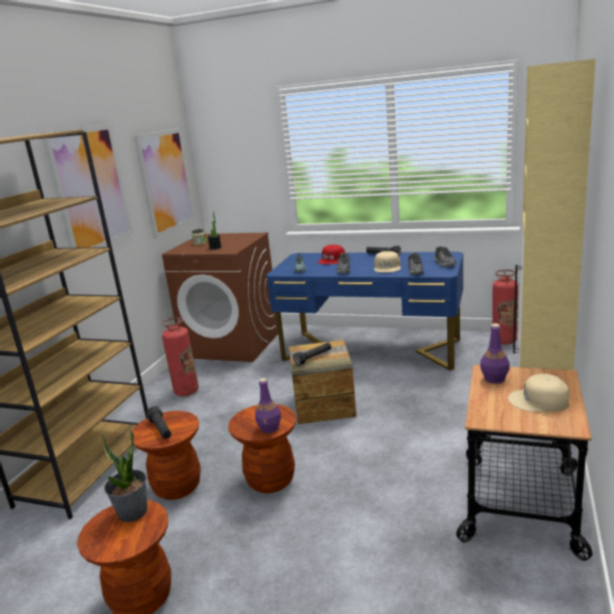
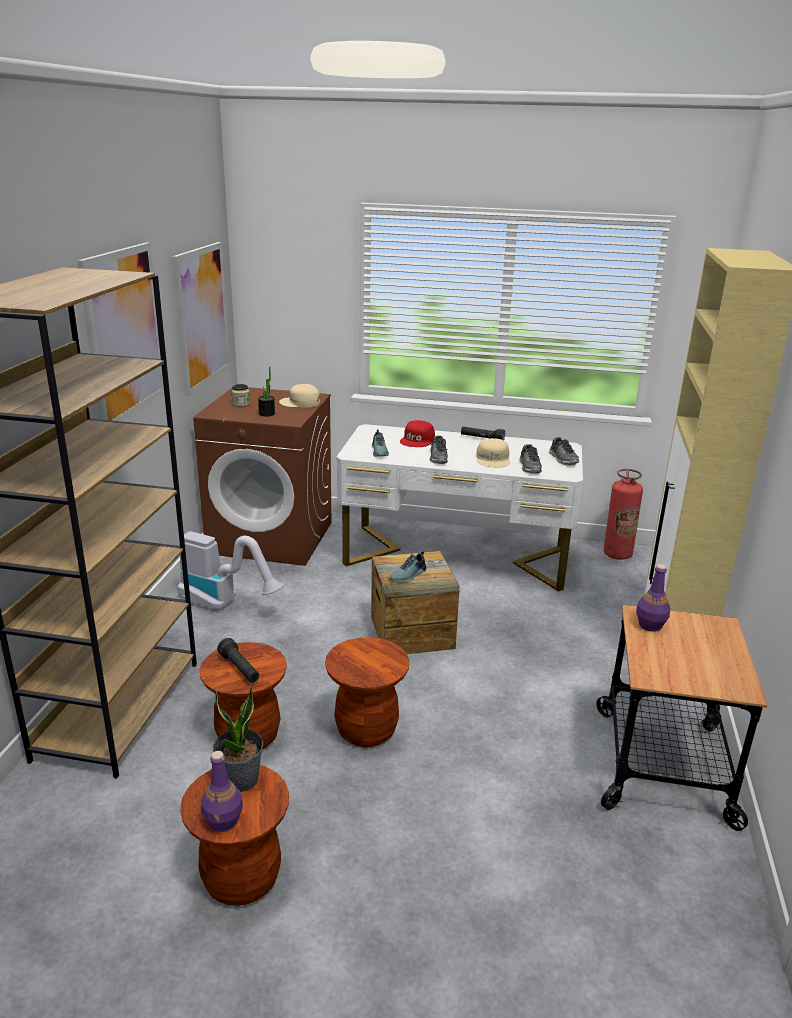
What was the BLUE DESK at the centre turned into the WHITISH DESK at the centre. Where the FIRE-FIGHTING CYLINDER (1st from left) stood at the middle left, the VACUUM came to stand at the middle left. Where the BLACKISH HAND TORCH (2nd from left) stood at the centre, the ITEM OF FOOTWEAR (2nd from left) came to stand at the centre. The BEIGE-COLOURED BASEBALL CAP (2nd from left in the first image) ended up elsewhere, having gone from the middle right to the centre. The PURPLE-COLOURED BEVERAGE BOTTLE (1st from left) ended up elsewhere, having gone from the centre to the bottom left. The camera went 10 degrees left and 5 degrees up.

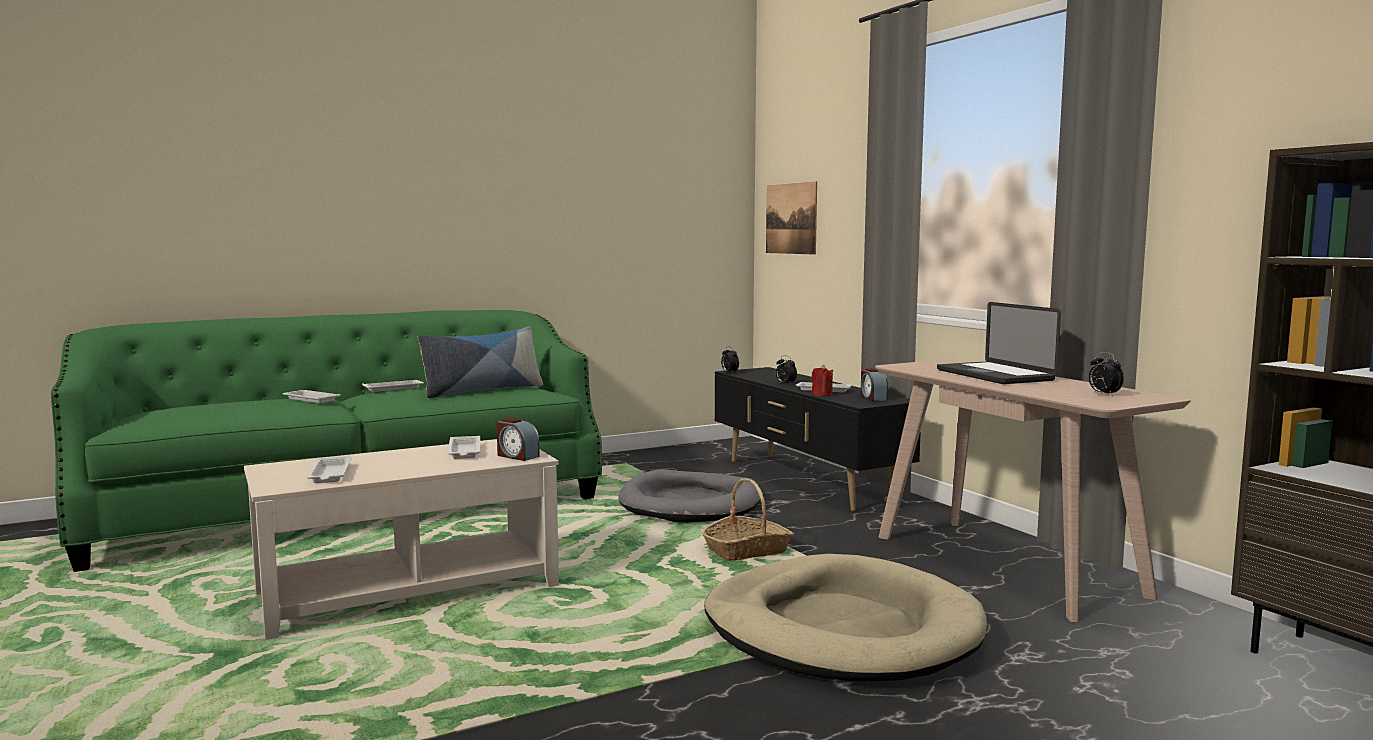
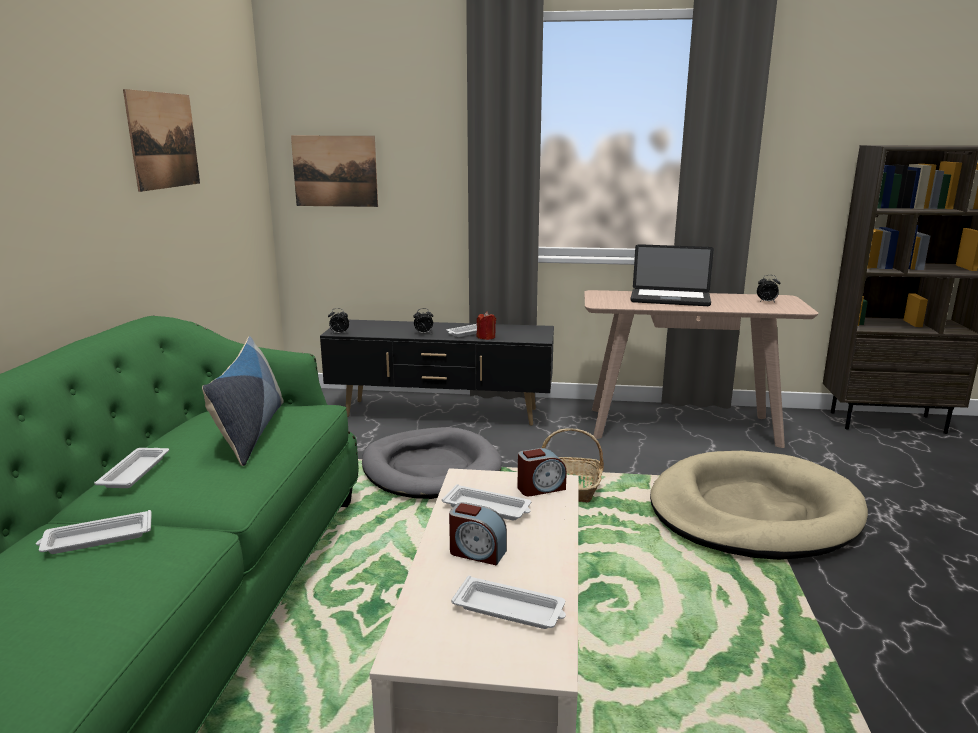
The BEDSIDE CLOCK (4th from left in the first image) ended up elsewhere, having gone from the centre to the bottom centre. The second view gained the PICTURE (1st from left) at the top left. The camera went 55 degrees left and 10 degrees up.

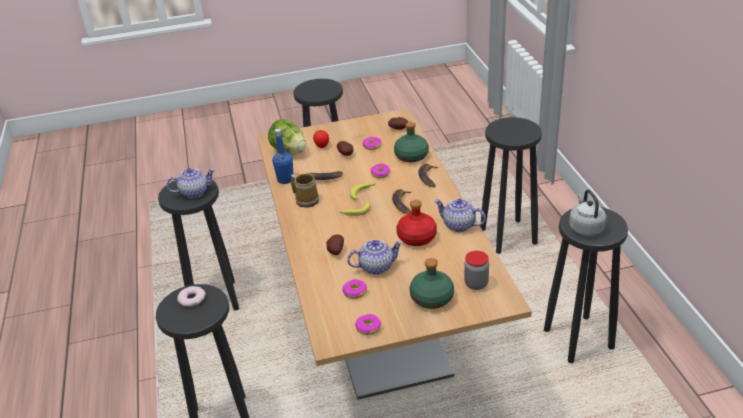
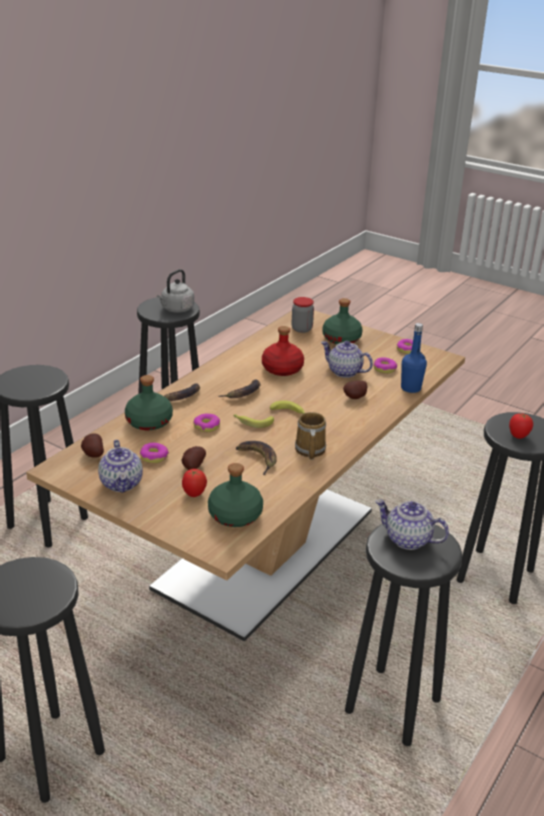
Where the LETTUCE stood at the top centre, the GREEN BEVERAGE BOTTLE (2nd from left) came to stand at the centre. The BLUE BEVERAGE BOTTLE ended up elsewhere, having gone from the centre to the middle right. The TEAPOT (3rd from left in the first image) ended up elsewhere, having gone from the centre to the middle left. Where the DONUT (1st from left) stood at the bottom left, the TOMATO (2nd from left) came to stand at the middle right. The camera went 135 degrees left and 5 degrees down.

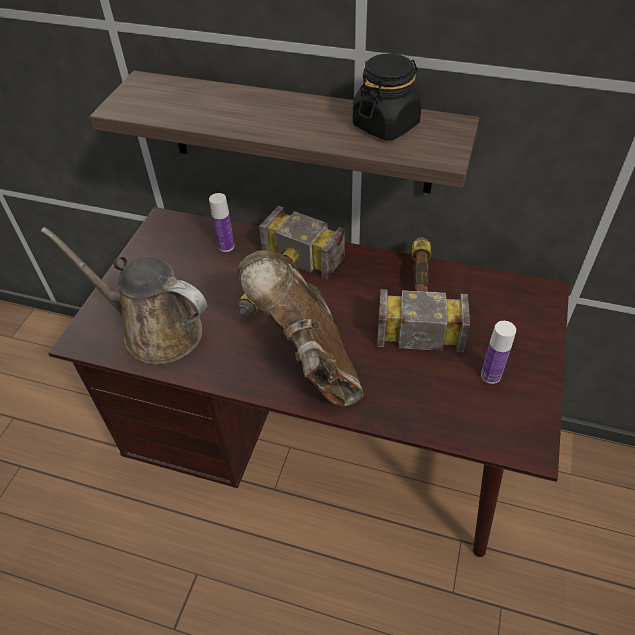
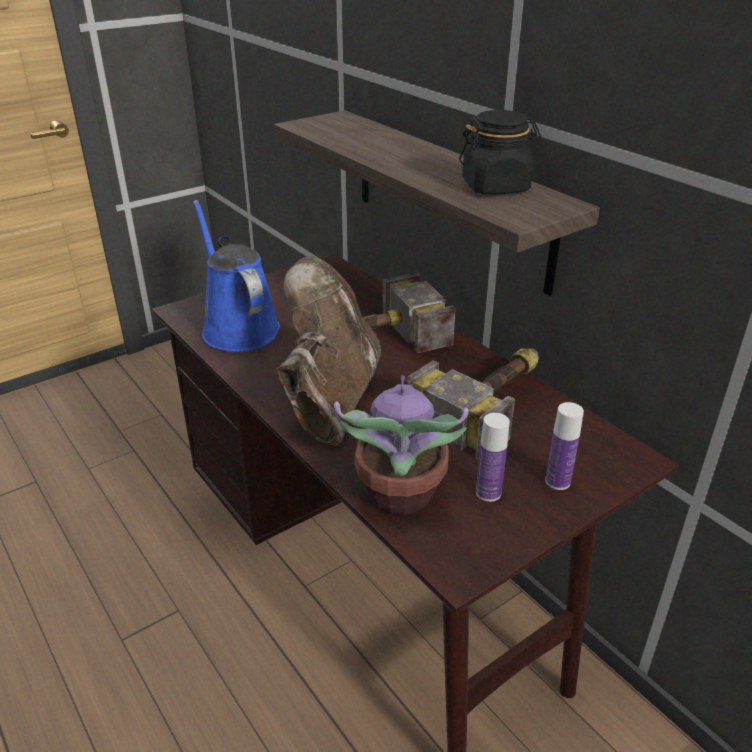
The BEVERAGE BOTTLE (1st from left in the first image) ended up elsewhere, having gone from the centre to the middle right. What was the BROWNISH SPRINKLING CAN at the middle left turned into the BLUE SPRINKLING CAN at the middle left. The second view gained the PLANT IN A POT at the centre. The camera went 35 degrees right and 15 degrees down.

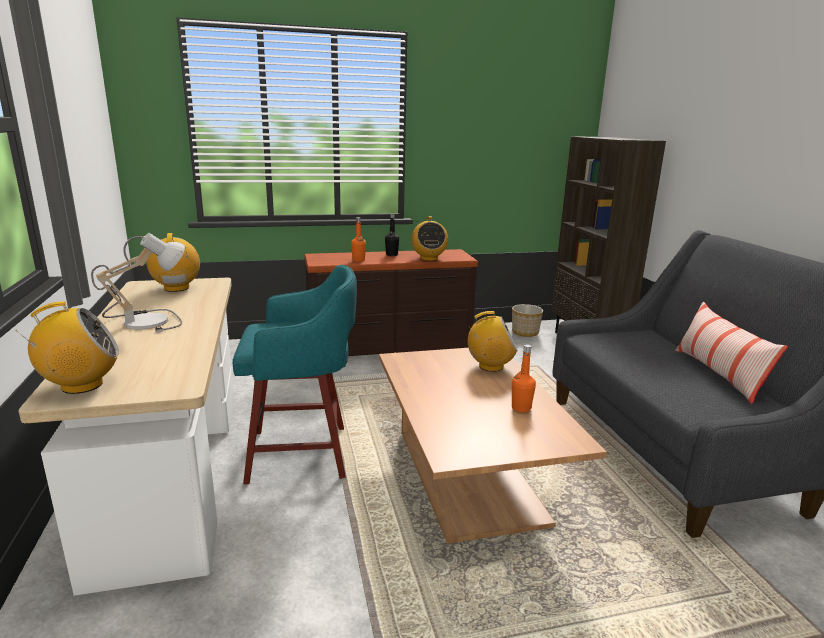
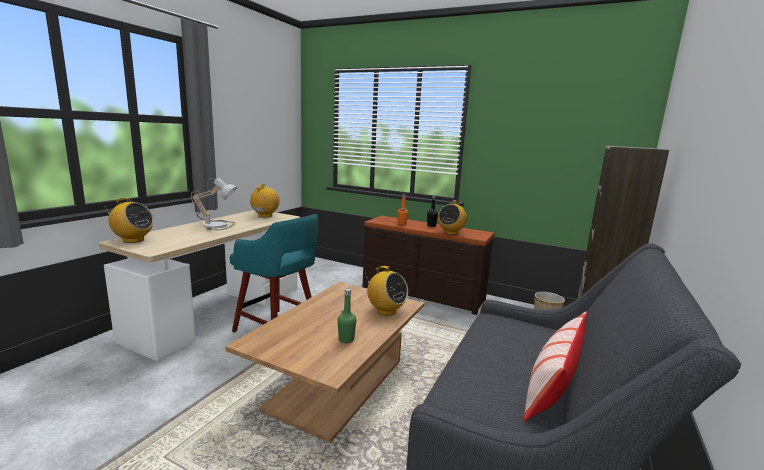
What was the ORANGEY BEVERAGE BOTTLE (2nd from left) at the centre turned into the GREEN BEVERAGE BOTTLE at the bottom centre. The camera went 40 degrees right and 5 degrees down.

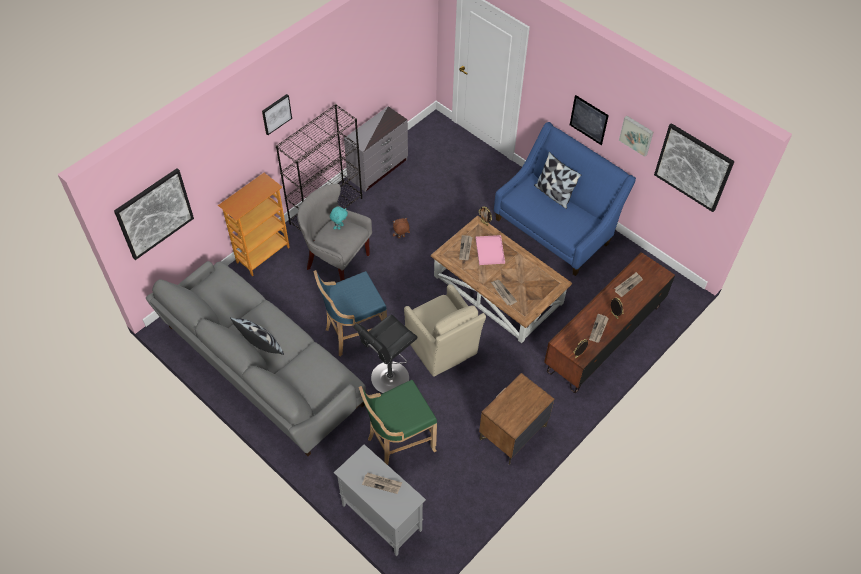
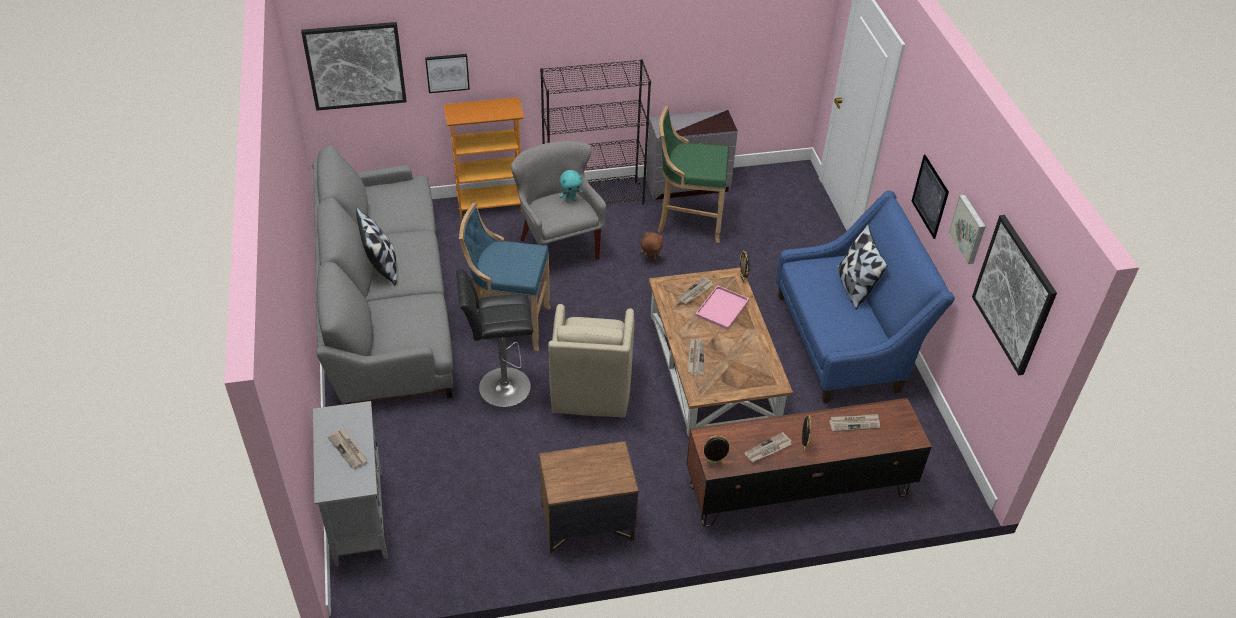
The PICTURE (2nd from left) ended up elsewhere, having gone from the top left to the top centre. The GREEN STOOL ended up elsewhere, having gone from the bottom centre to the top centre. The camera went 35 degrees right and 10 degrees down.

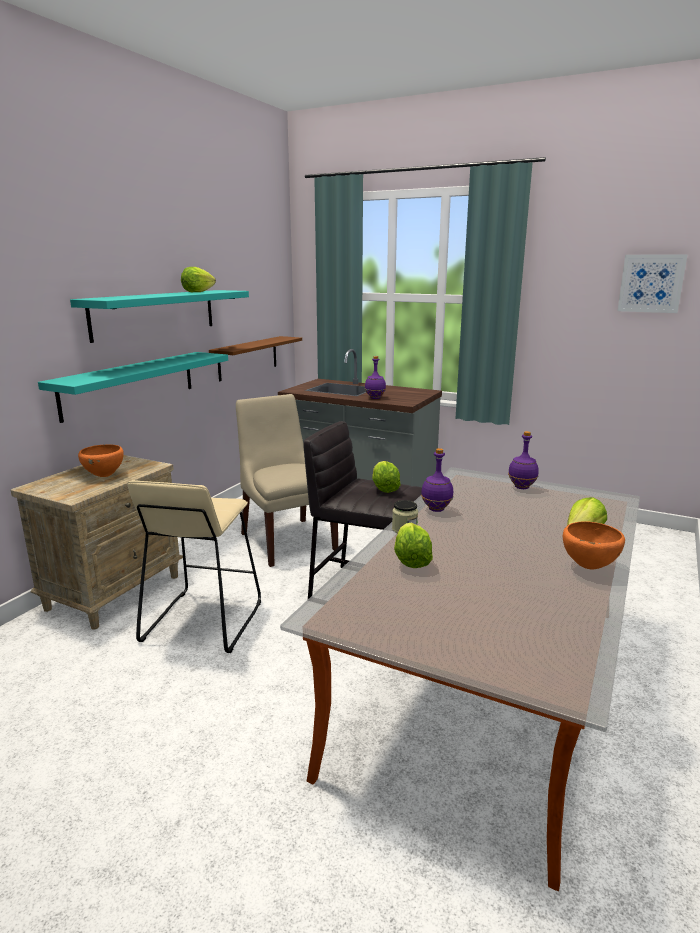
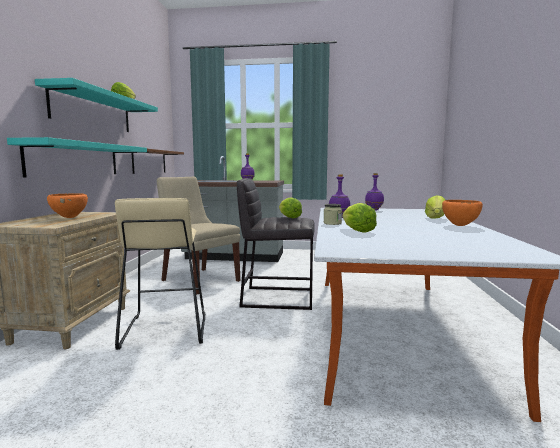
The second view lost the PICTURE at the top right. The camera went 20 degrees left and 10 degrees down.

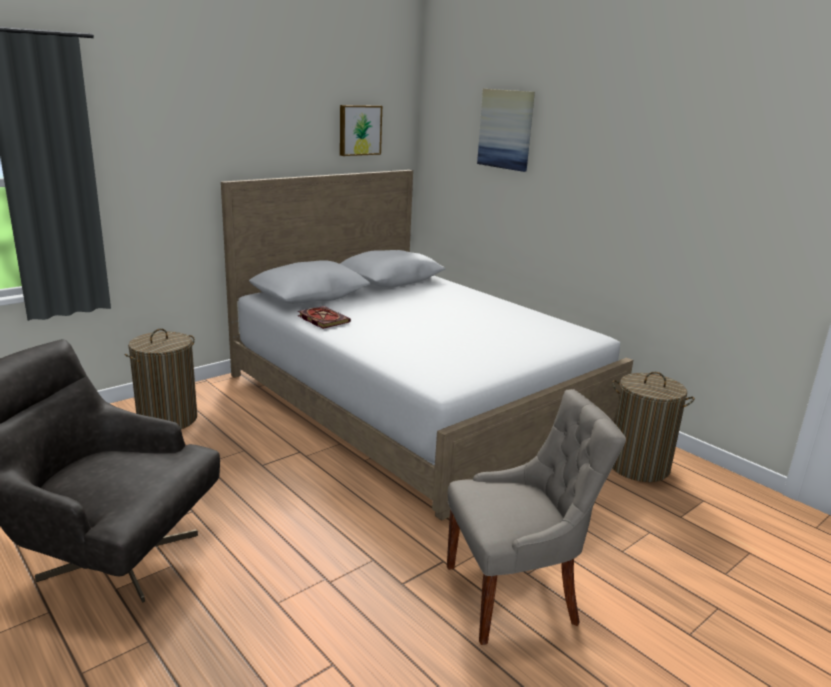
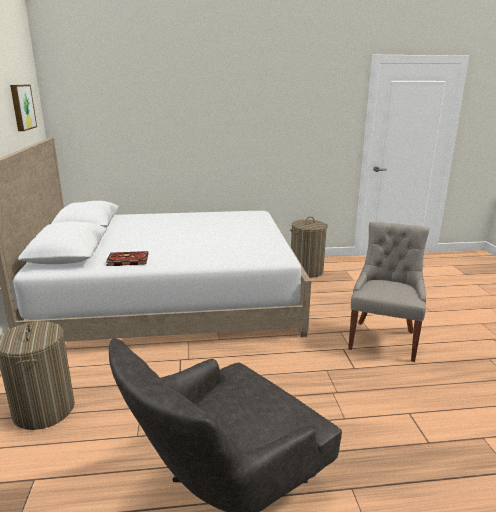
The second view lost the PICTURE (2nd from left) at the top centre. The camera went 55 degrees left and 0 degrees up.

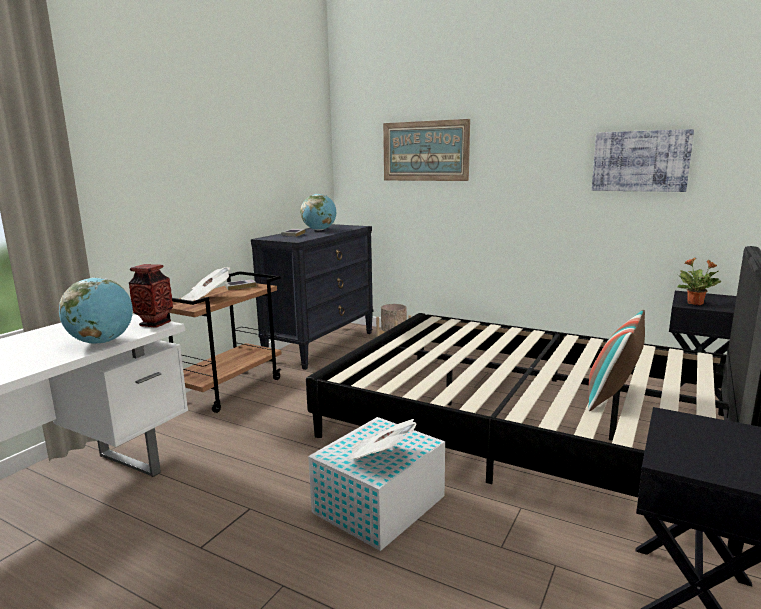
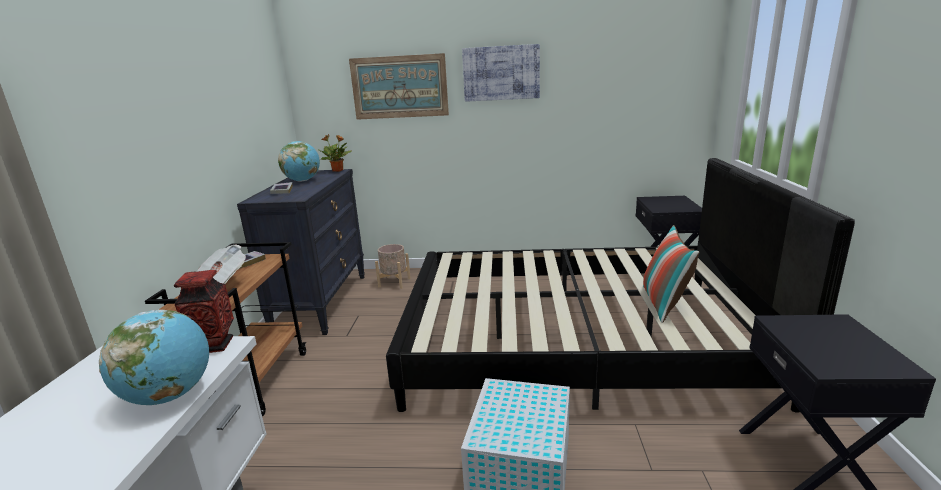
The PICTURE (2nd from left) ended up elsewhere, having gone from the top right to the top centre. The PLANT IN A POT ended up elsewhere, having gone from the middle right to the top centre. The second view lost the DAILY PAPER (2nd from left) at the bottom centre. The camera went 25 degrees left and 5 degrees up.

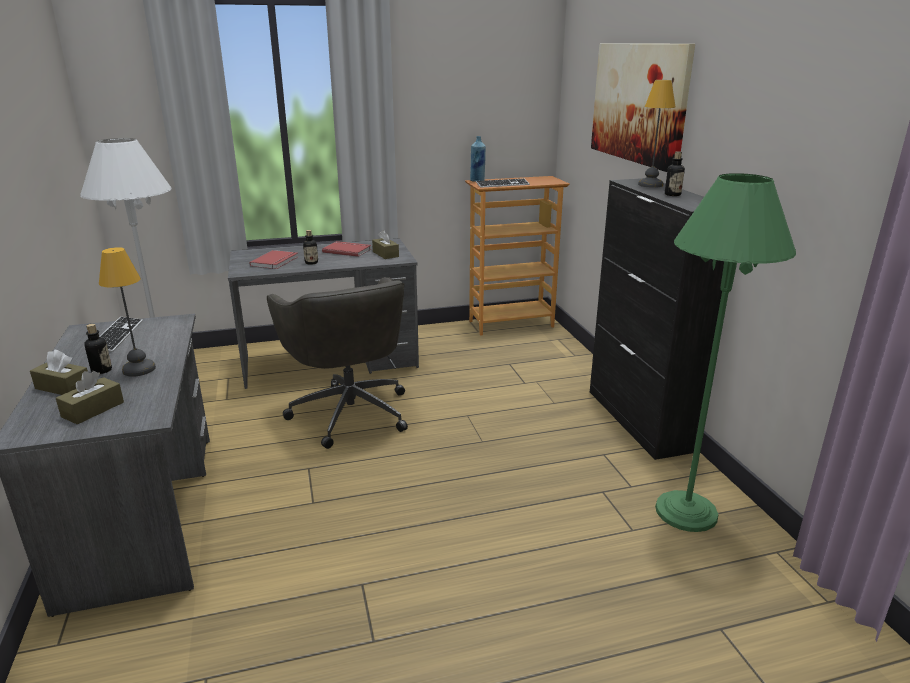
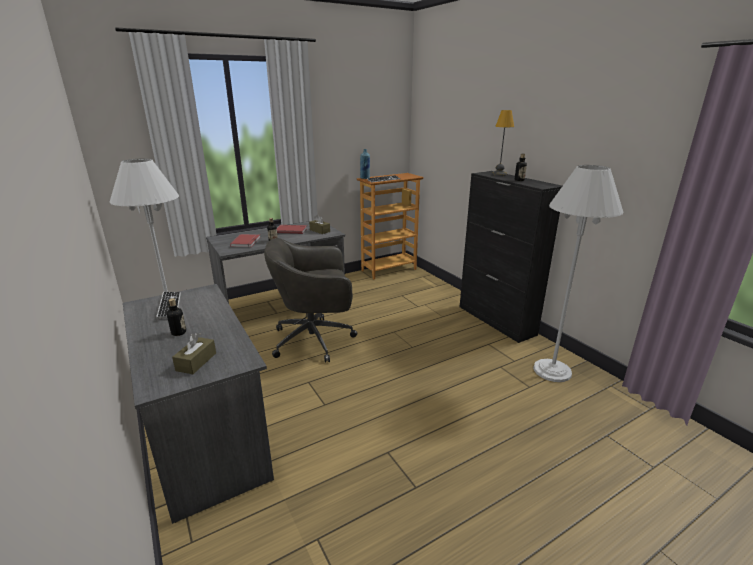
The second view lost the PICTURE at the top right. What was the GREEN STANDING LAMP at the middle right turned into the WHITISH STANDING LAMP (2nd from left) at the middle right. The second view lost the LAMP FOR A TABLE (1st from left) at the middle left. The GREYISH DESK CHAIR at the centre ended up facing another way, 120 degrees clockwise from before. The second view lost the BROWNISH TISSUE HOLDER (1st from left) at the middle left. The camera went 15 degrees left and 0 degrees up.

